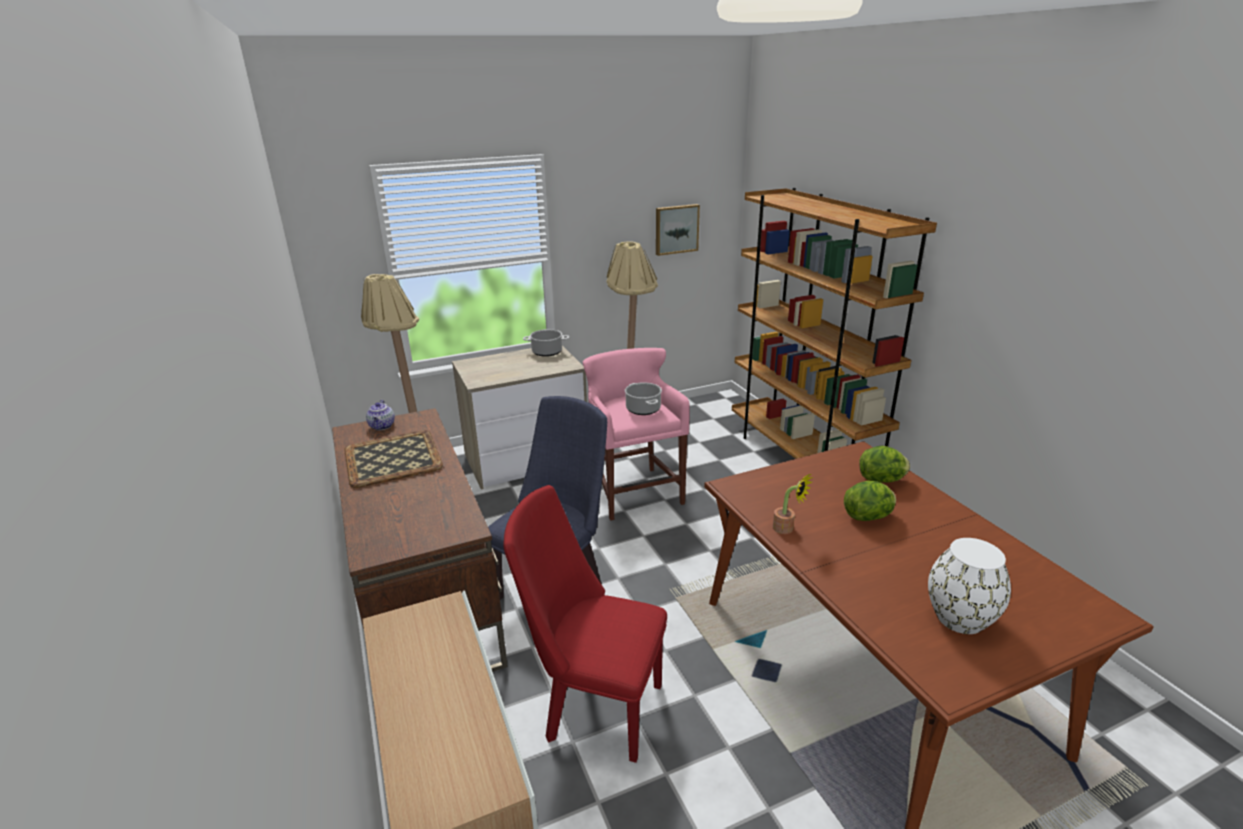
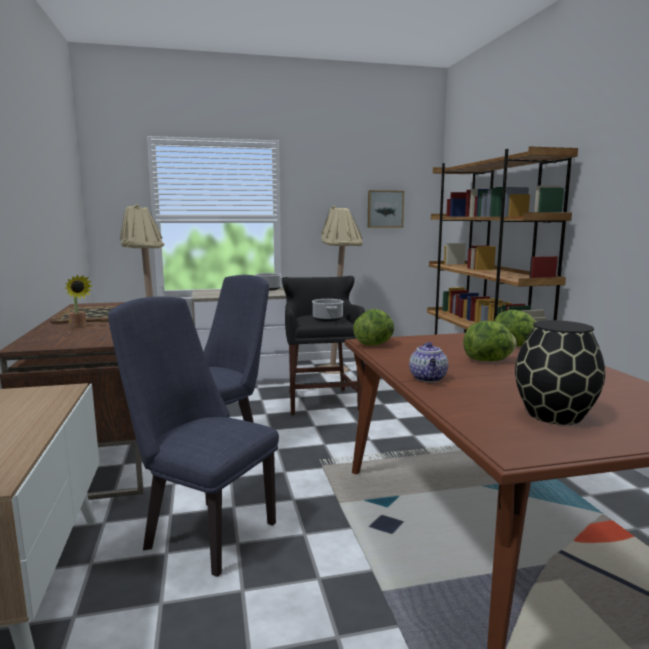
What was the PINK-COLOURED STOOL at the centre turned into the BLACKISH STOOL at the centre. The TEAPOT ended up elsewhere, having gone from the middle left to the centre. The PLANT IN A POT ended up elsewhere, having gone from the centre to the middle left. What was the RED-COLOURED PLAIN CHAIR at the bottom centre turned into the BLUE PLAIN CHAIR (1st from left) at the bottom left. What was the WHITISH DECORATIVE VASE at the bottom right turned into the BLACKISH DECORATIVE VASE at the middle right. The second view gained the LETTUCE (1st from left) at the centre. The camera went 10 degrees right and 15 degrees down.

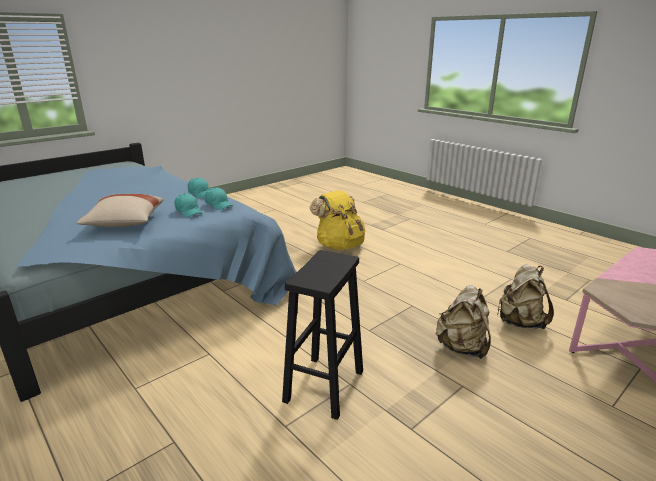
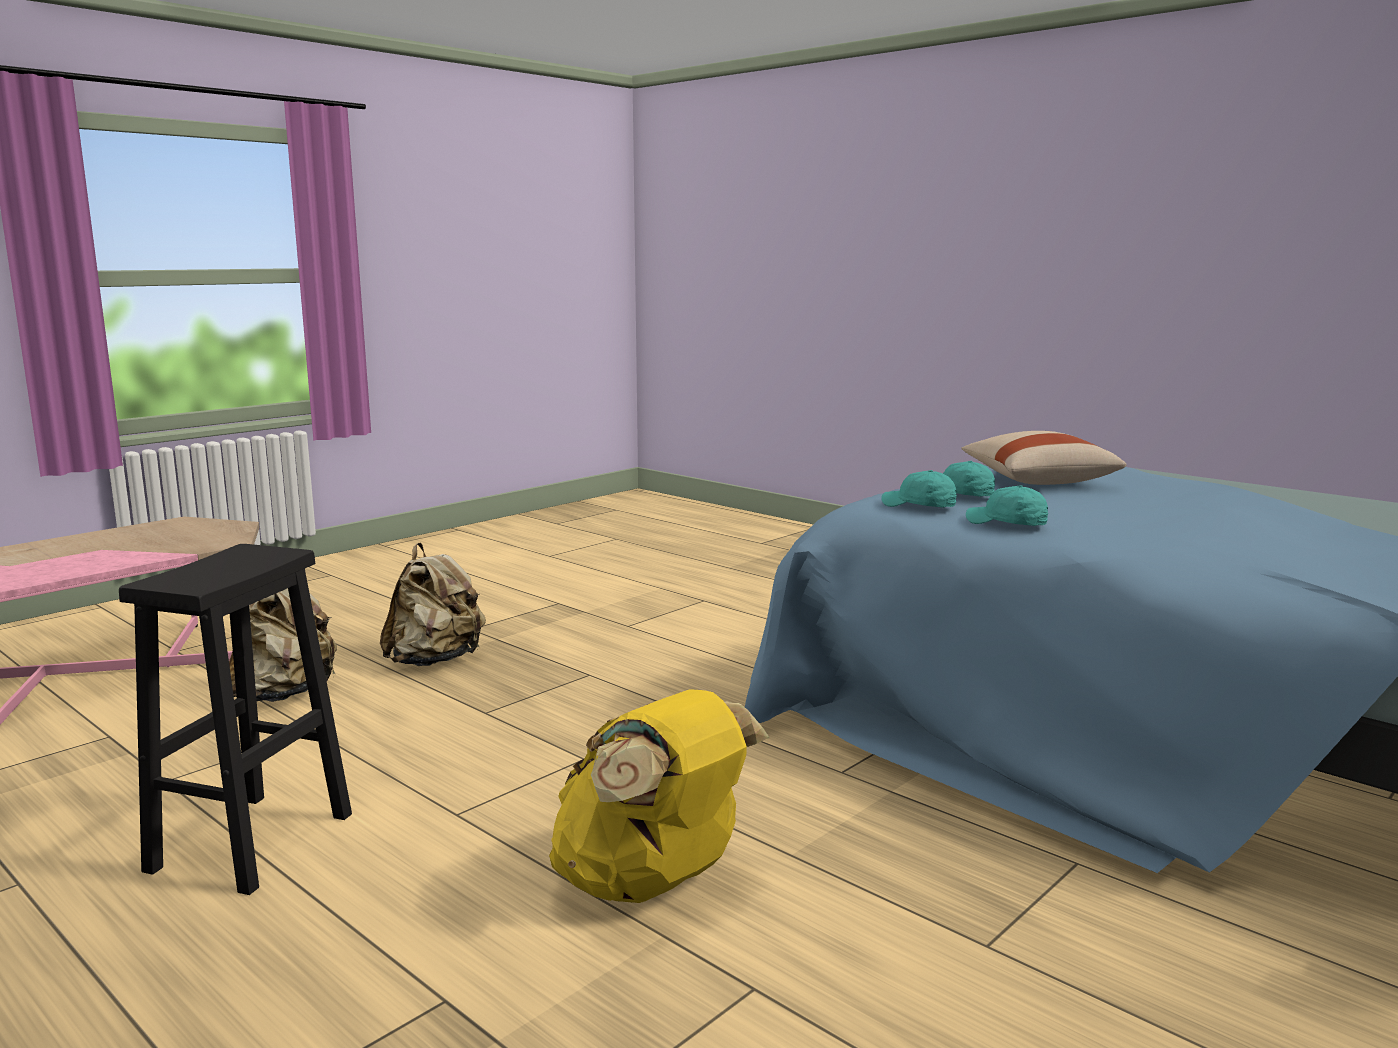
The BLACKISH STOOL ended up elsewhere, having gone from the bottom centre to the bottom left. The camera went 175 degrees right and 10 degrees down.

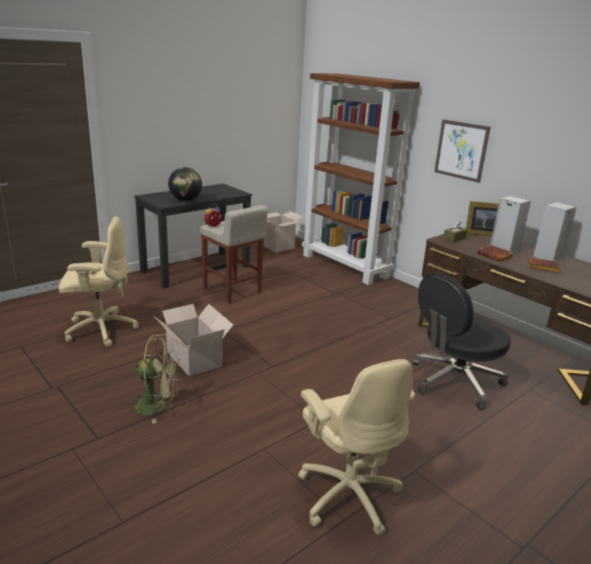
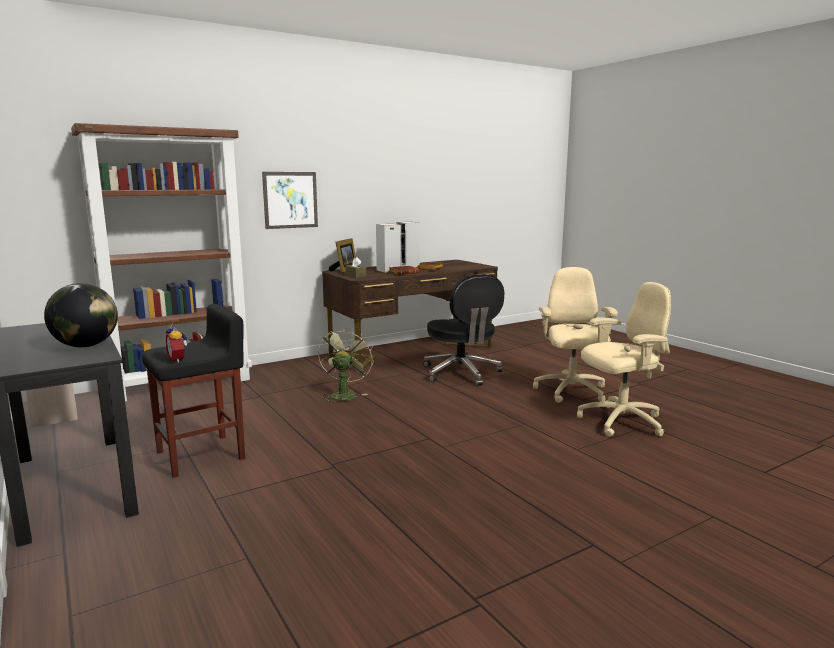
What was the BEIGE-COLOURED STOOL at the centre turned into the BLACKISH STOOL at the middle left. The BEIGE-COLOURED DESK CHAIR (1st from left) ended up elsewhere, having gone from the middle left to the middle right. The second view lost the PACKING BOX (1st from left) at the middle left. The GREEN COOLING FAN ended up elsewhere, having gone from the bottom left to the centre. The camera went 80 degrees left and 10 degrees down.

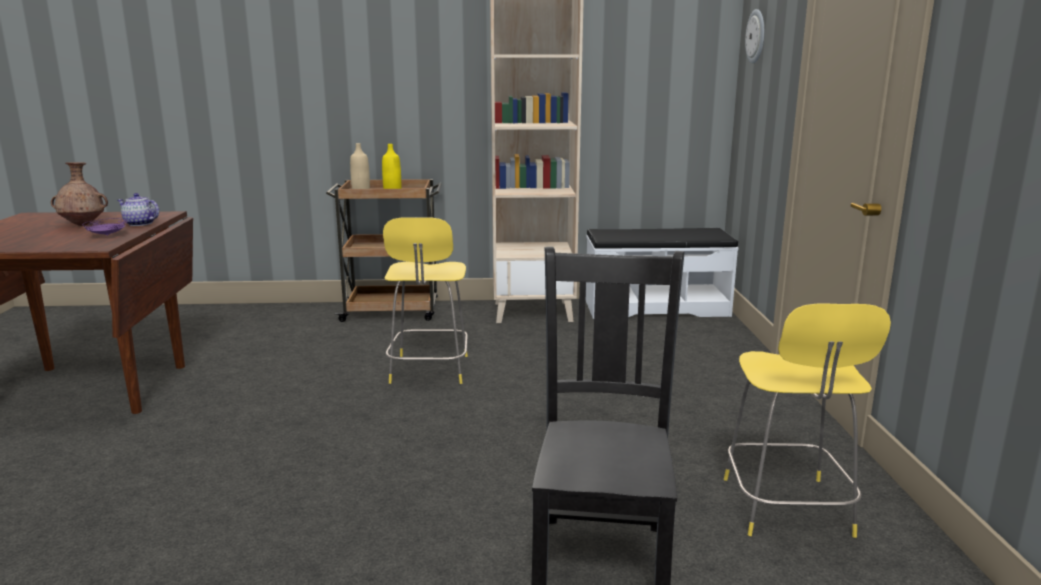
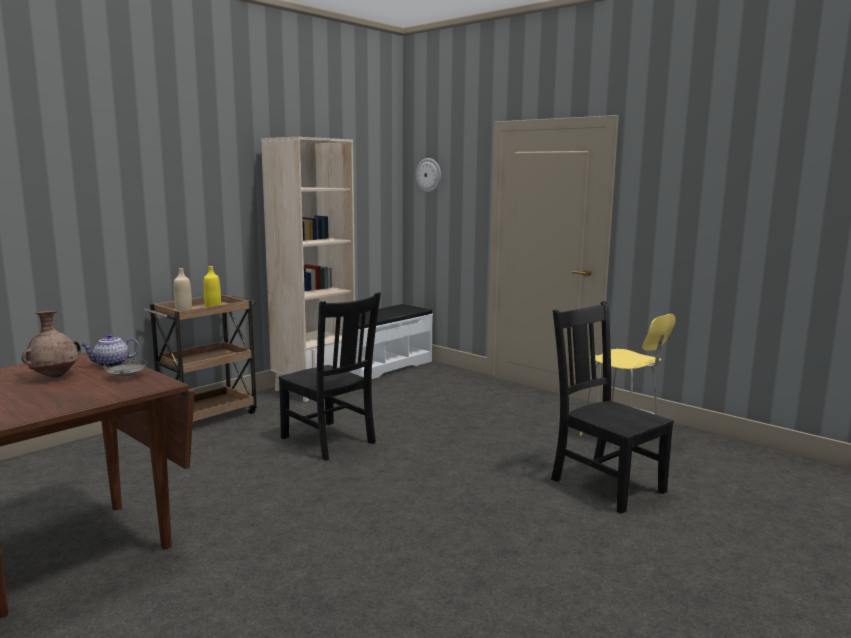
Where the YELLOW STOOL (1st from left) stood at the centre, the BLACKISH PLAIN CHAIR (1st from left) came to stand at the centre. What was the PURPLE-COLOURED FLAT DISH at the middle left turned into the GREYISH FLAT DISH at the middle left. The camera went 45 degrees left and 5 degrees down.

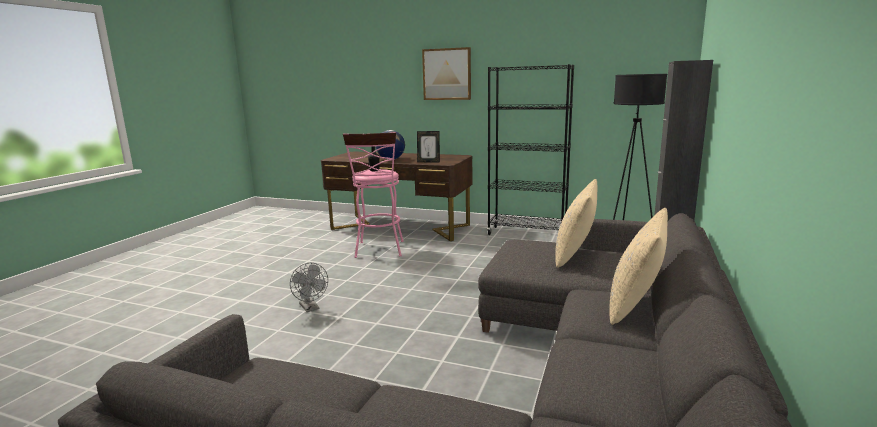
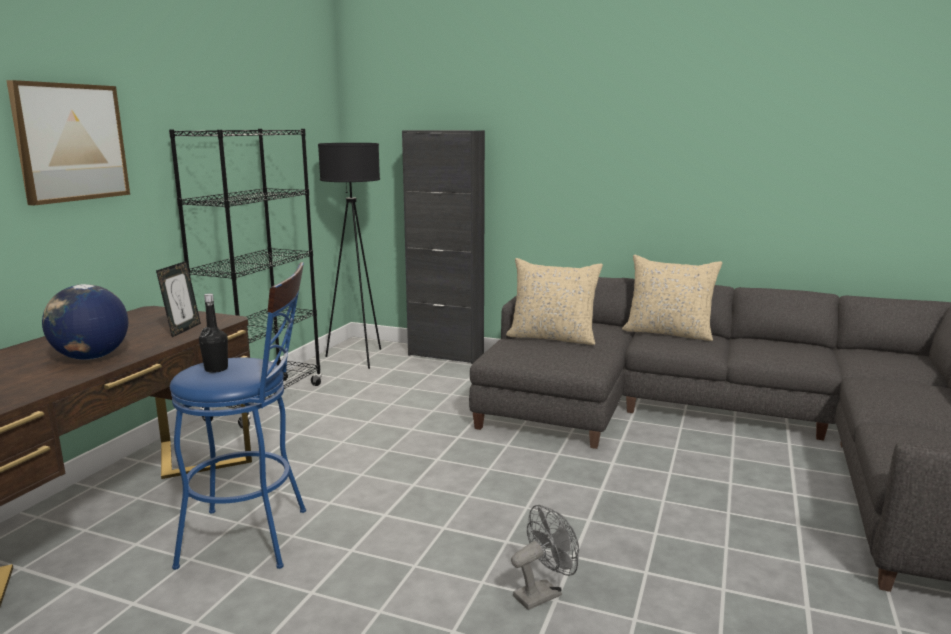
What was the PINK-COLOURED STOOL at the centre turned into the BLUE STOOL at the middle left. The camera went 90 degrees left and 0 degrees up.

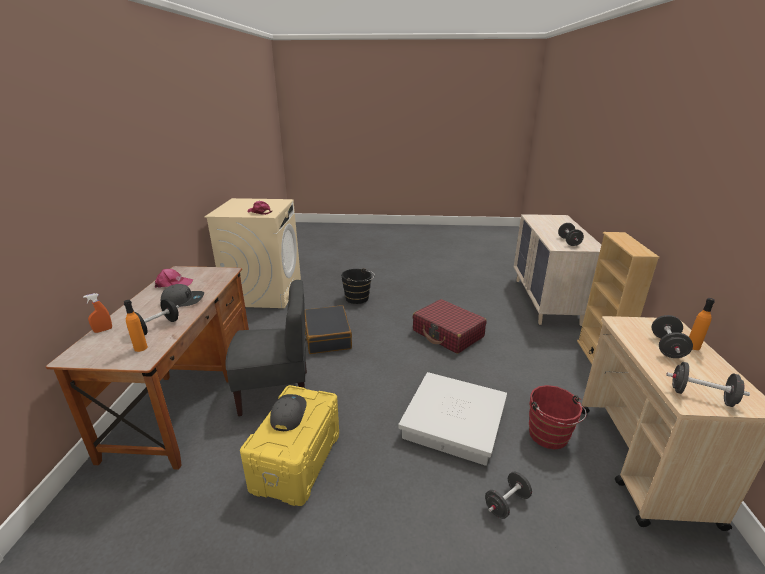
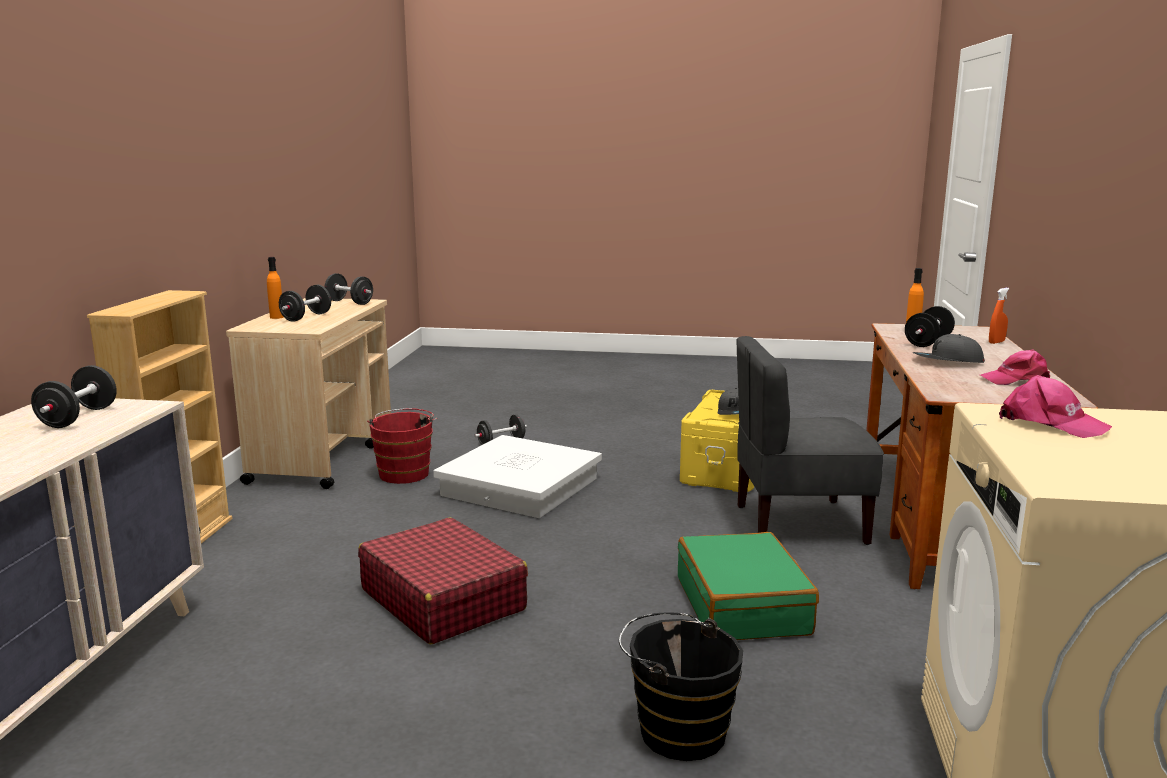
What was the BLACKISH TRAVEL CASE at the centre turned into the GREEN TRAVEL CASE at the bottom centre. The camera went 175 degrees left and 10 degrees down.

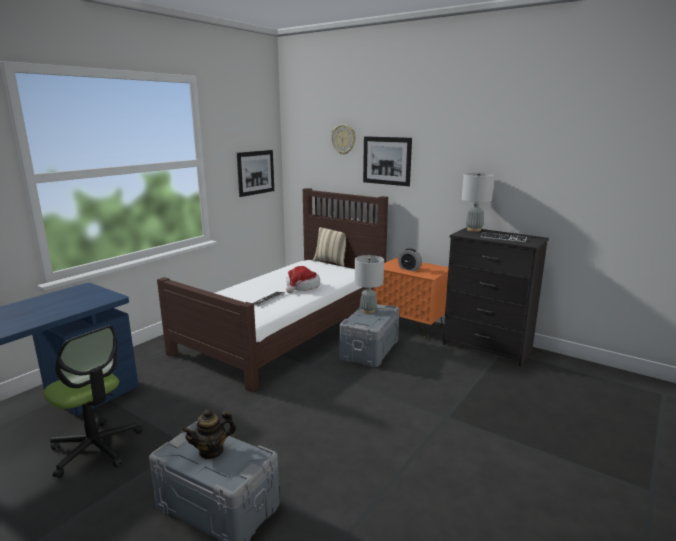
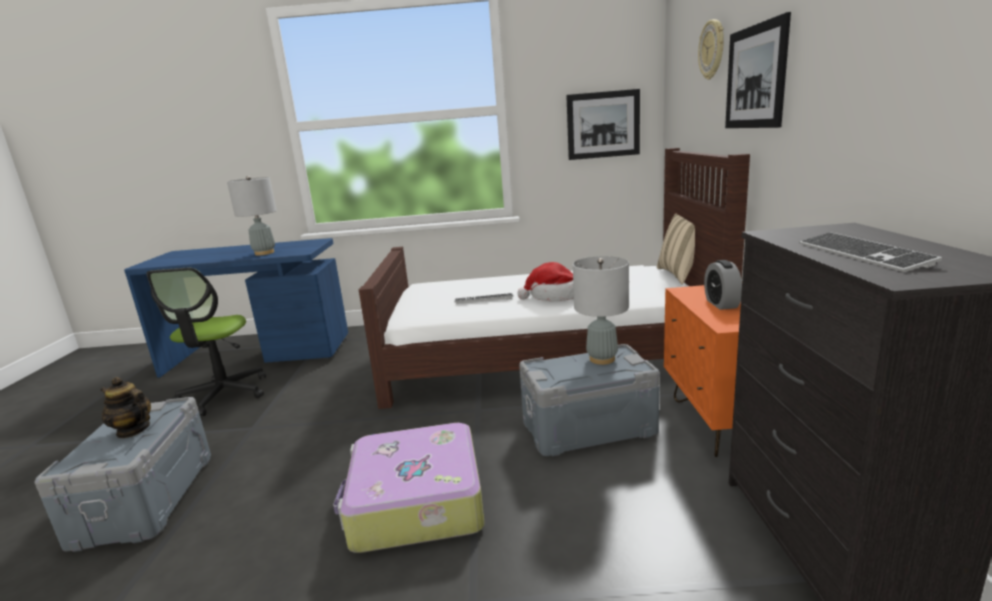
The GREYISH LAMP FOR A TABLE (2nd from left in the first image) ended up elsewhere, having gone from the middle right to the middle left. The second view gained the TRAVEL CASE at the bottom centre. The camera went 55 degrees right and 0 degrees up.

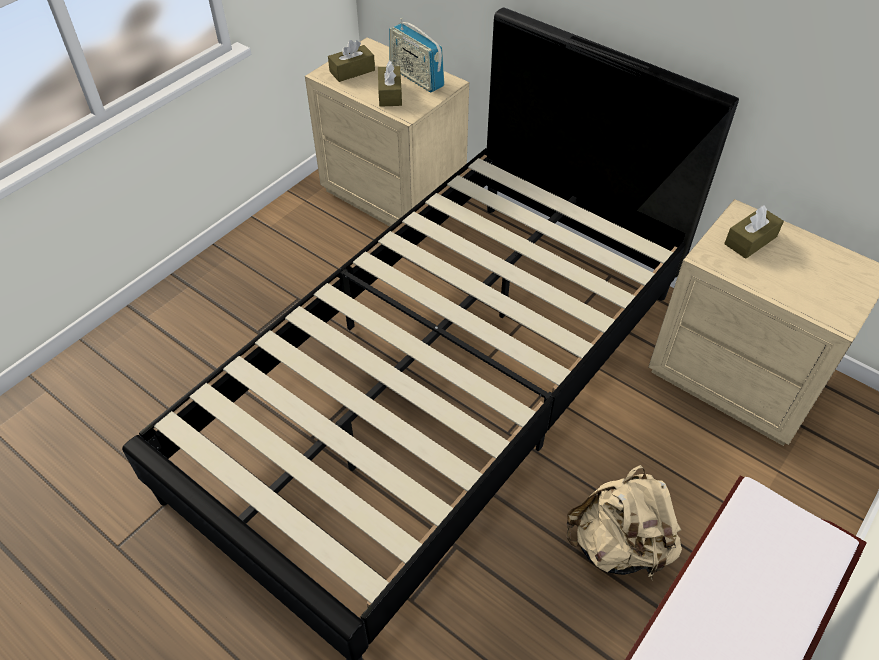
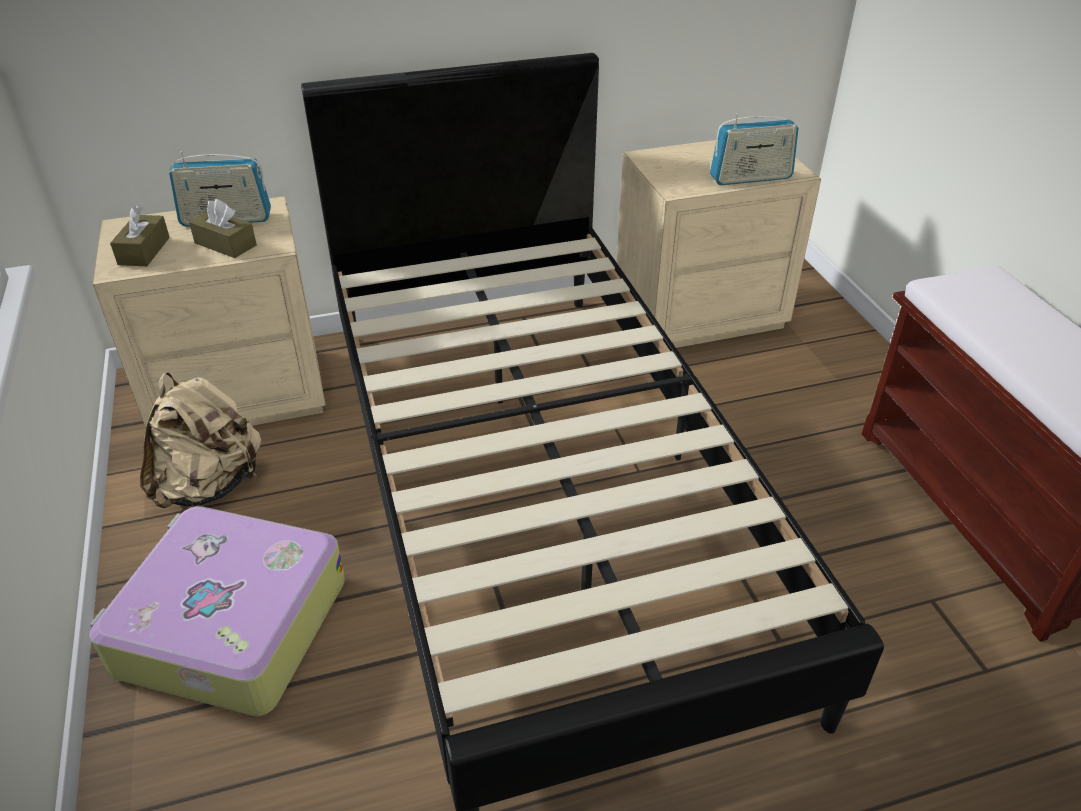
The second view lost the BROWNISH TISSUE HOLDER (3rd from left) at the middle right. The BEIGE-COLOURED KNAPSACK ended up elsewhere, having gone from the bottom right to the middle left. The second view gained the RADIO SET (2nd from left) at the top right. The second view gained the TRAVEL CASE at the bottom left. The camera went 55 degrees left and 10 degrees down.

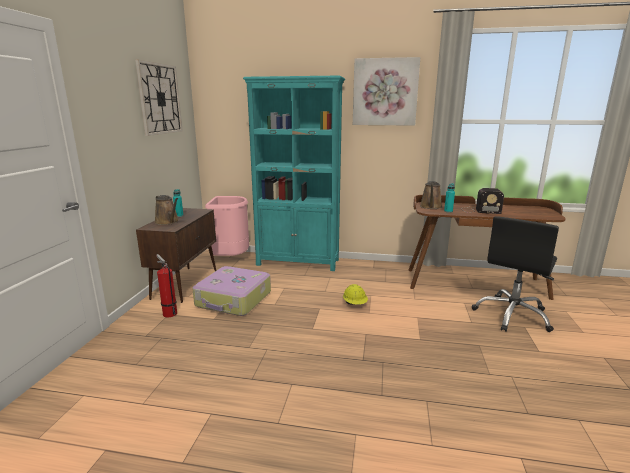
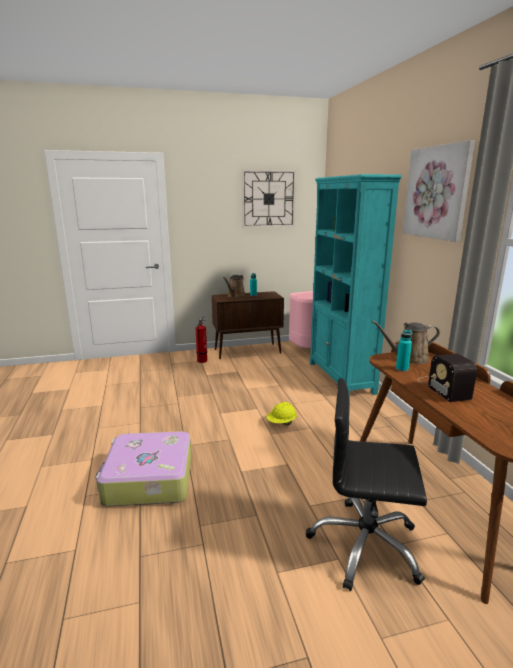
The TRAVEL CASE ended up elsewhere, having gone from the centre to the bottom left. The camera went 65 degrees right and 0 degrees up.

